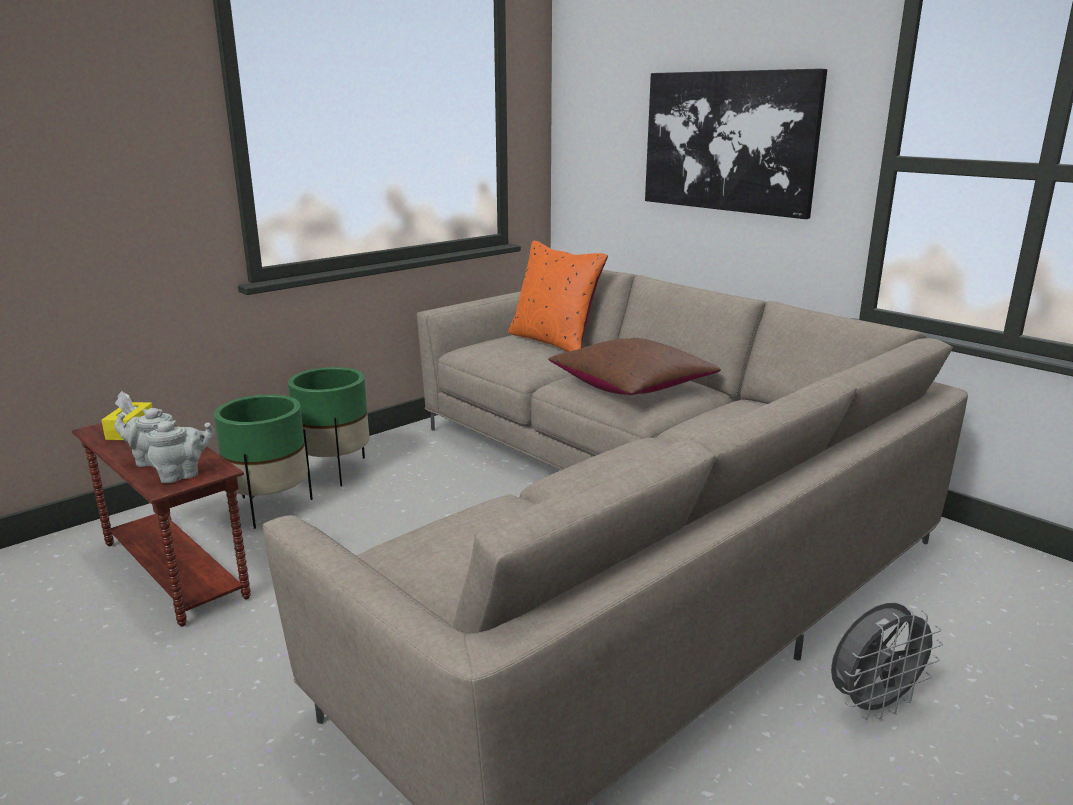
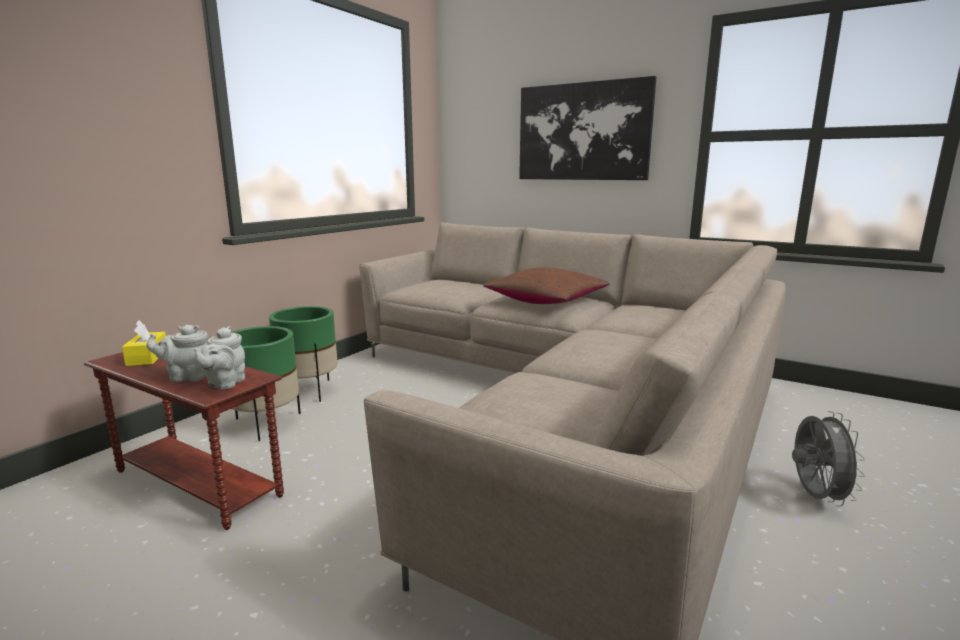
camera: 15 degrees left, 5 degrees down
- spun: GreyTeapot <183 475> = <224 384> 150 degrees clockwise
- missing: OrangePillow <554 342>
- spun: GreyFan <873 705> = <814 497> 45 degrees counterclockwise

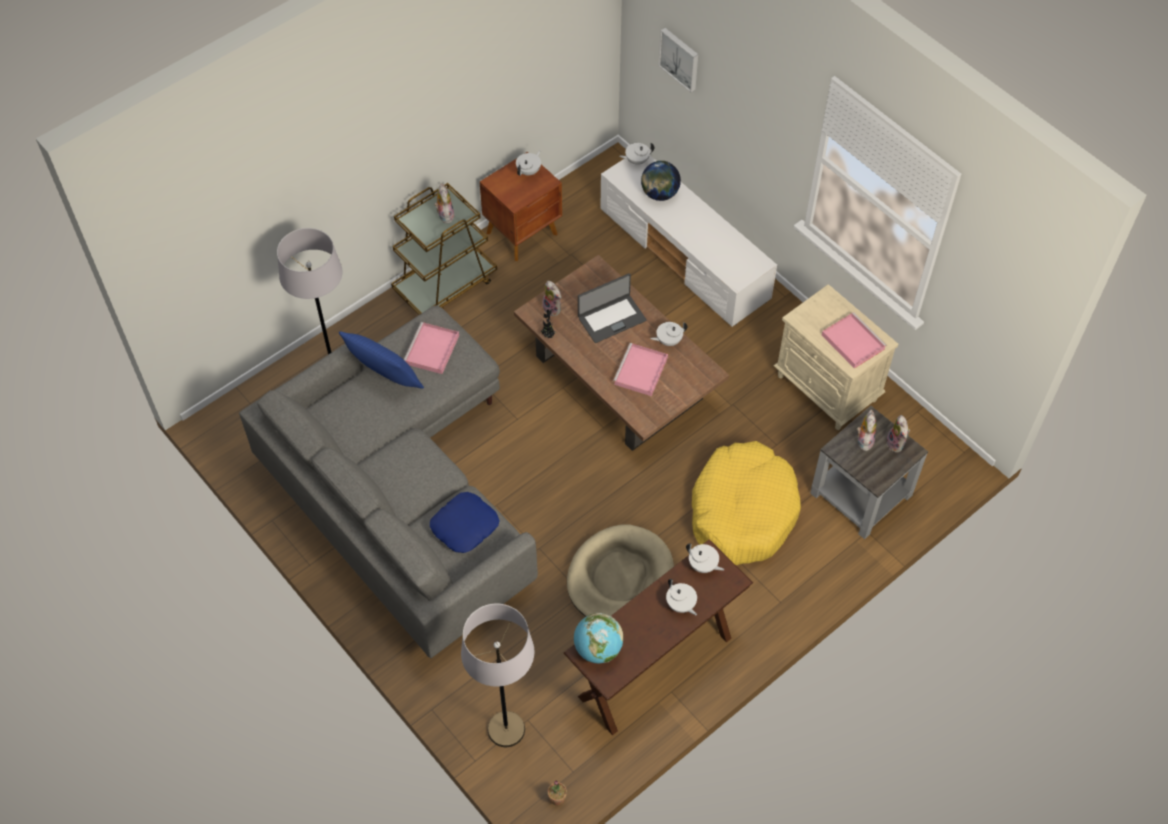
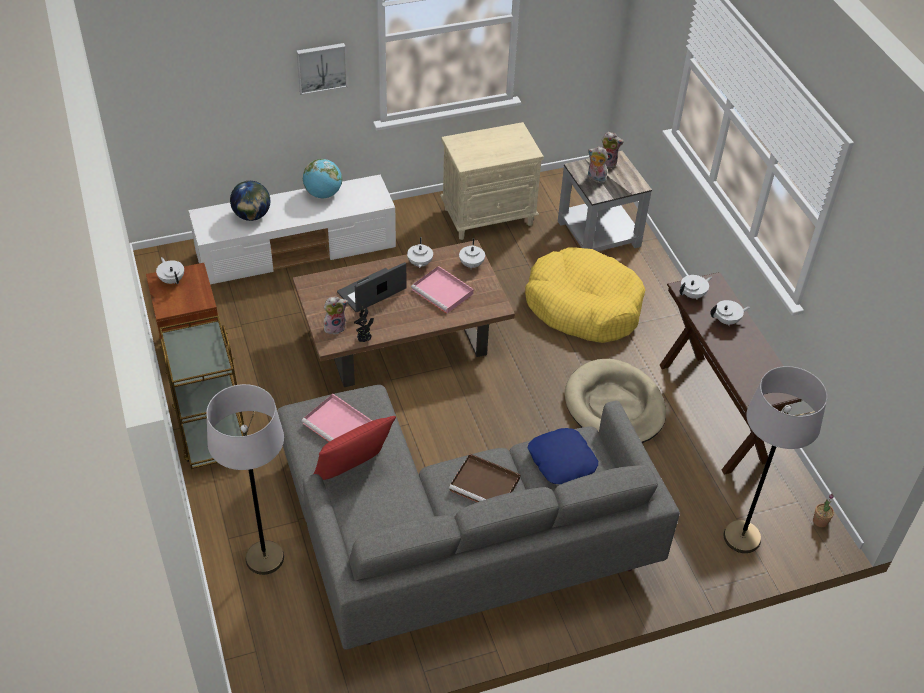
camera: 70 degrees left, 10 degrees down
- colour: BluePillow <385 380> to RedPillow <353 473>
- missing: PlushToy <444 215>
- relocated: Globe <598 649> to <323 194>
- spun: Laptop <611 318> = <372 292> 120 degrees counterclockwise
- relocated: WhiteTeapot <636 160> to <471 265>
- relocated: Picture <680 58> to <321 67>
- missing: PinkTray <852 341>
- appeared: BrownTray <486 484>

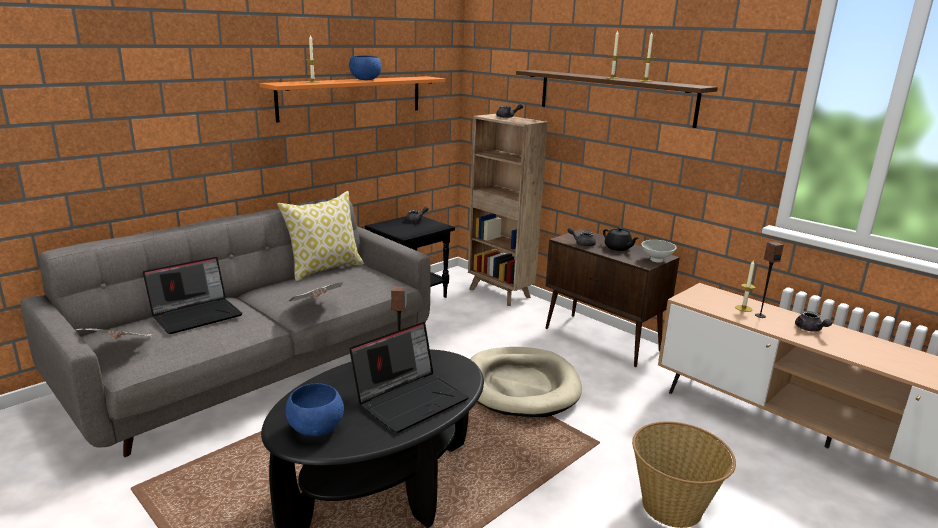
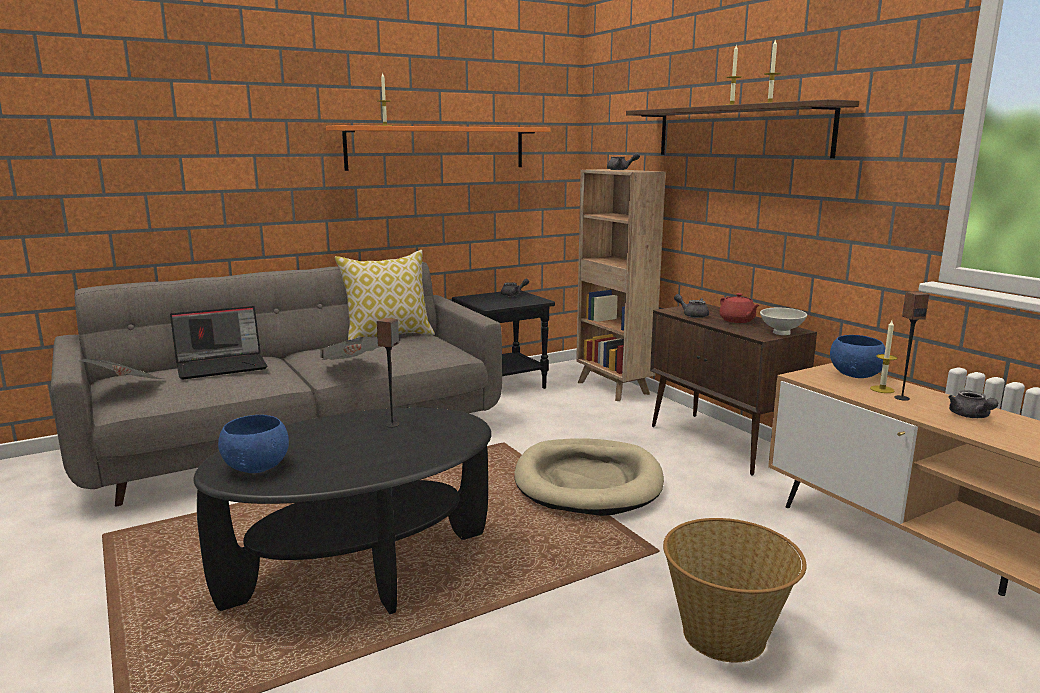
camera: 15 degrees right, 5 degrees down
- relocated: BlueBowl <365 79> to <855 375>
- missing: Laptop <411 399>
- colour: BlackTeapot <618 248> to RedTeapot <737 320>

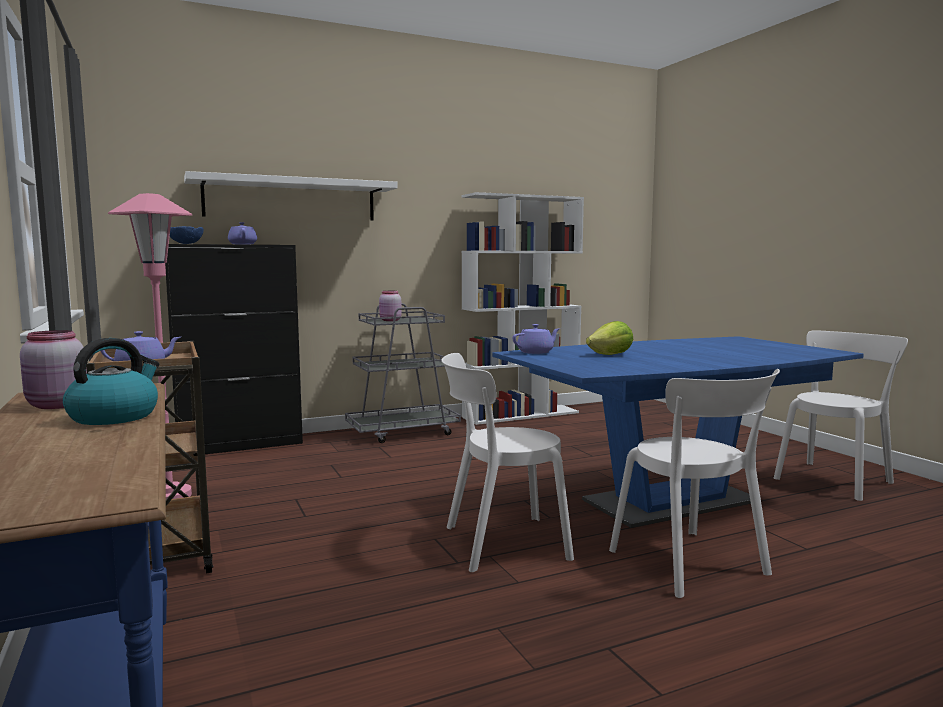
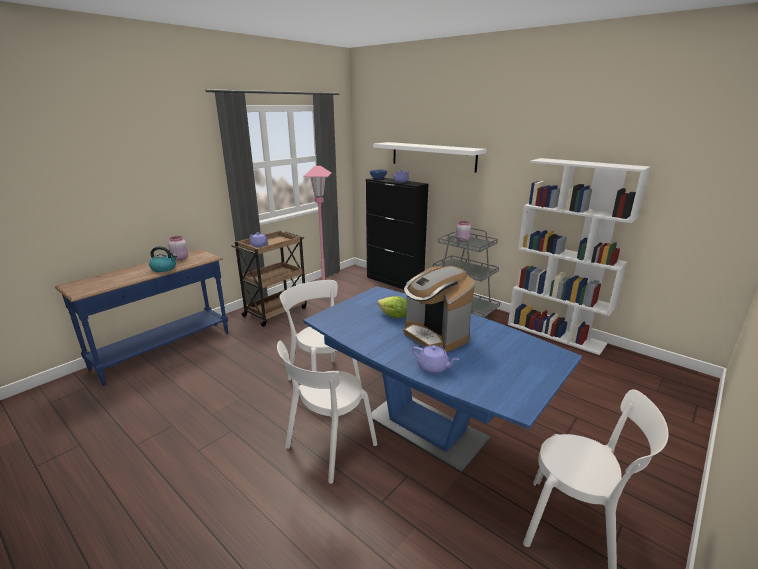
camera: 65 degrees right, 15 degrees up
- relocated: PurpleTeapot <536 352> to <433 367>
- appeared: CoffeeMachine <435 335>

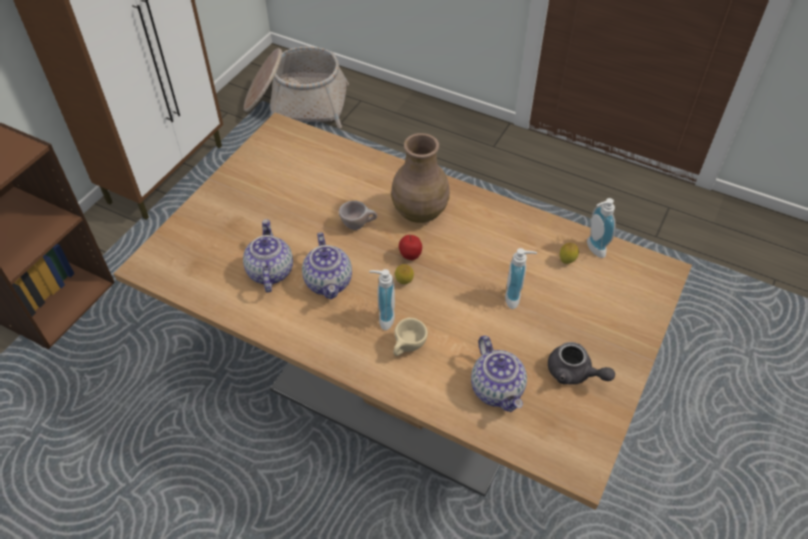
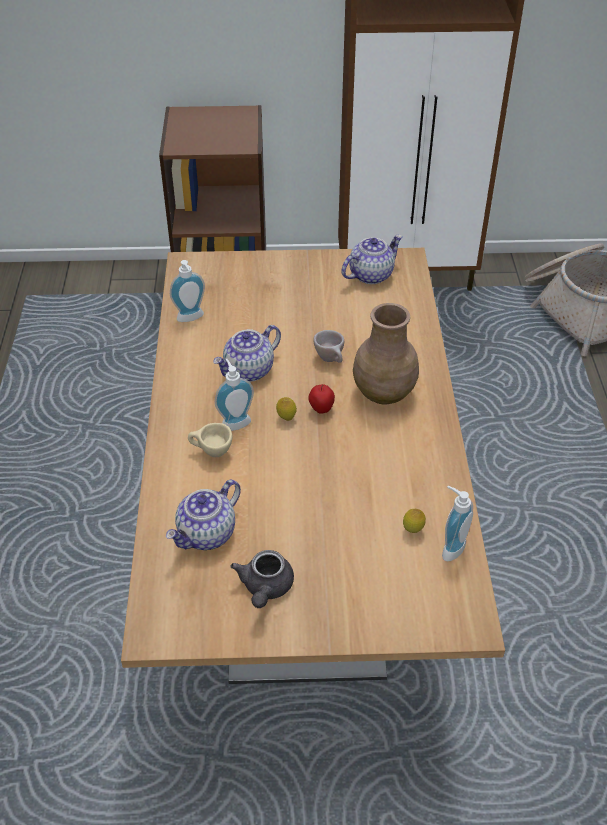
camera: 60 degrees right, 5 degrees down
- relocated: Teapot <269 271> to <371 274>
- relocated: SoapDispenser <516 298> to <191 319>

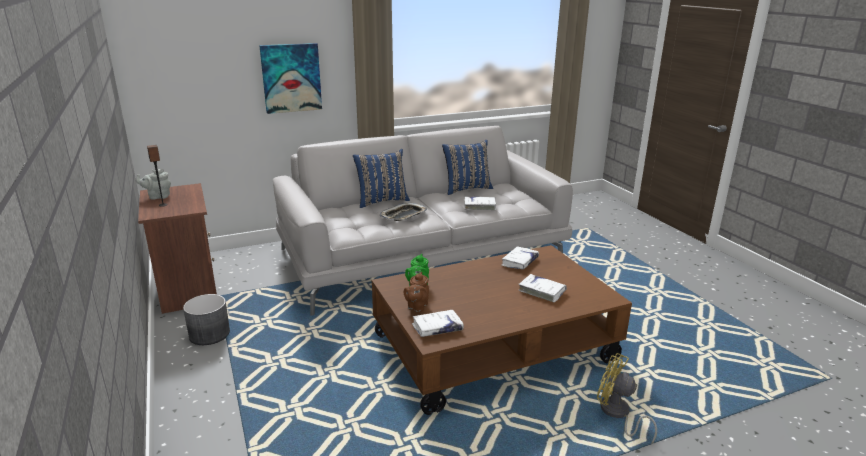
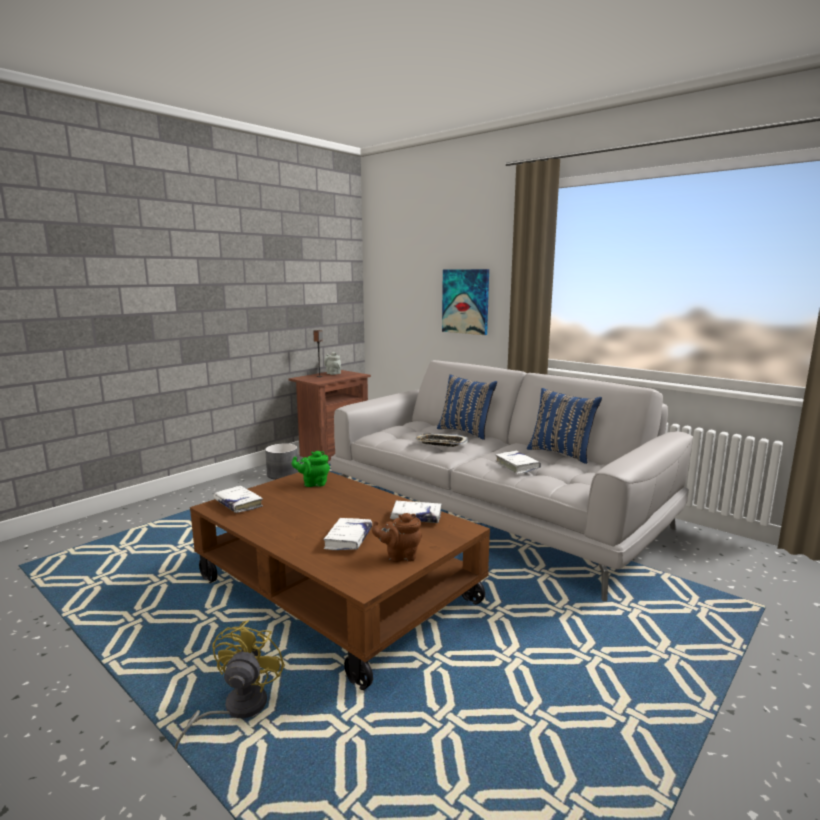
camera: 65 degrees right, 10 degrees down
- relocated: BrownTeapot <416 307> to <399 556>

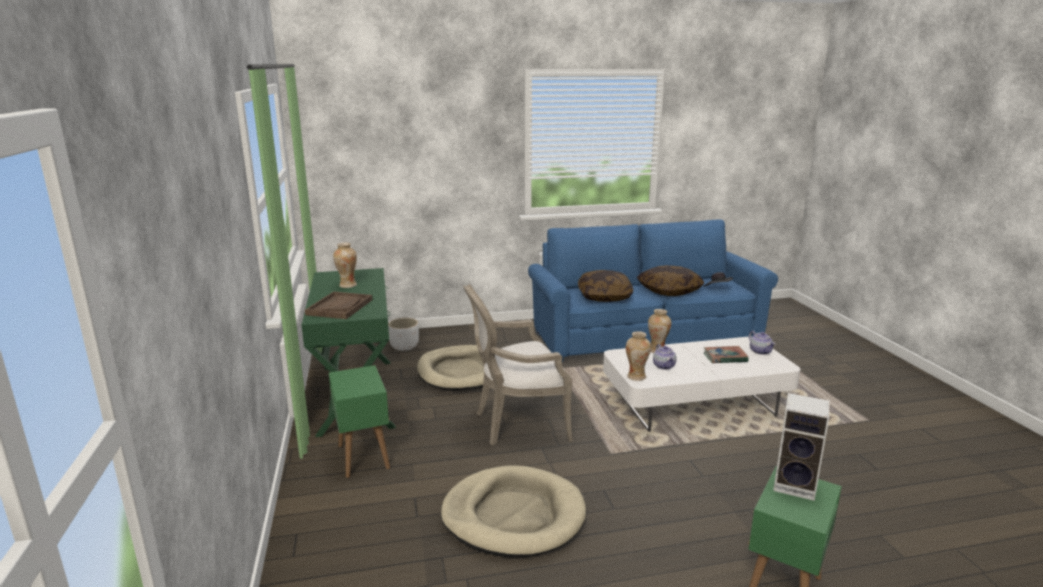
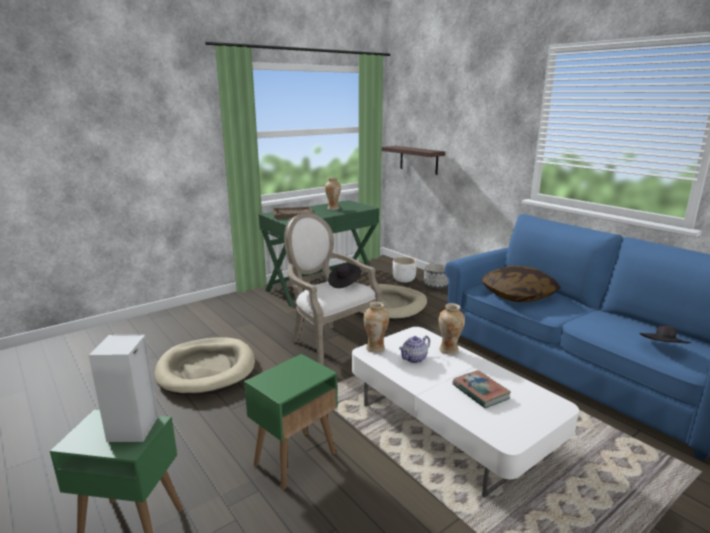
camera: 65 degrees right, 0 degrees up
- relocated: GreenSideTable <363 456> to <295 458>
- missing: Pillow <669 291>
- missing: Teapot <760 351>
- appeared: BlackHat <344 283>
- appeared: Shelf <418 160>
- appeared: Planter <435 286>

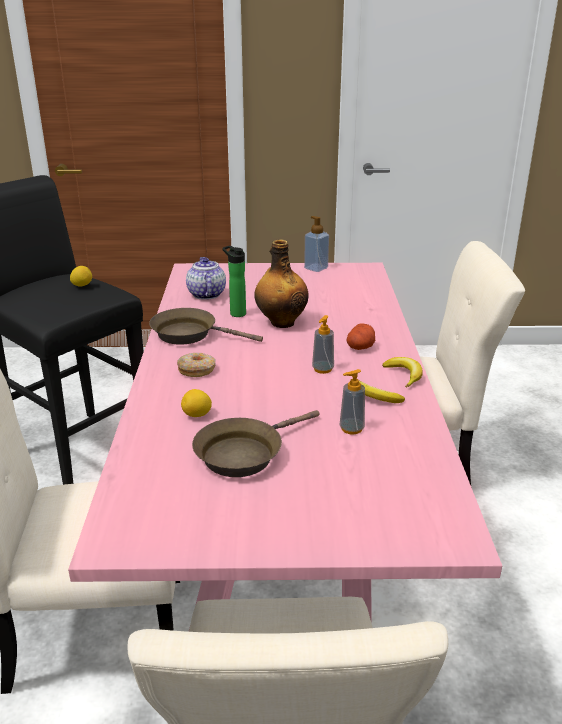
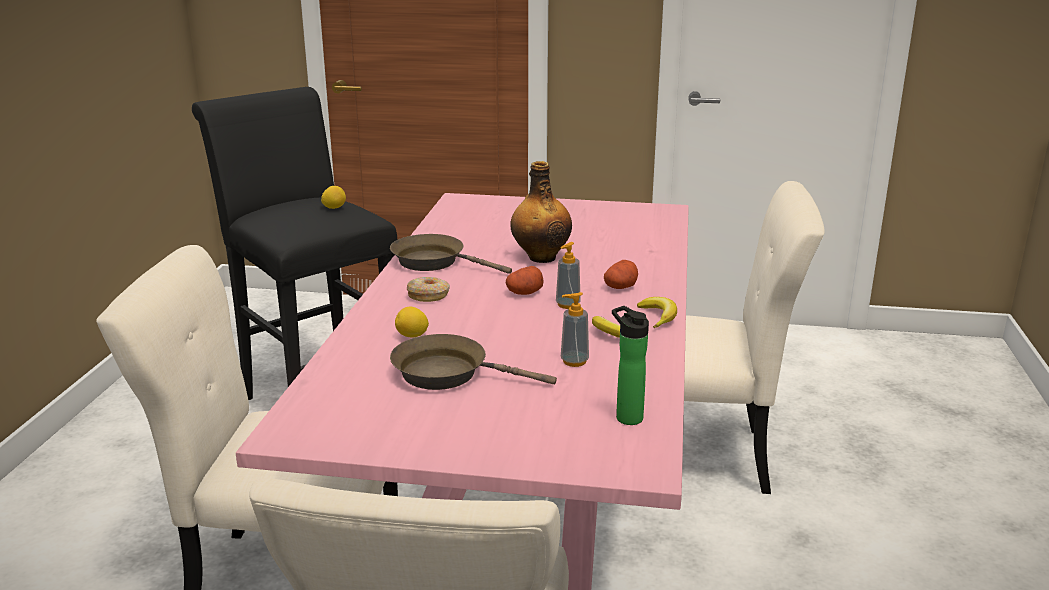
camera: 10 degrees right, 5 degrees down
- missing: Teapot <206 294>
- spun: BrownFryingPan <244 453> = <448 373> 45 degrees clockwise
- relocated: Bottle <236 313> to <626 416>
- missing: SoapDispenser <316 268>
- appeared: Potato <524 293>

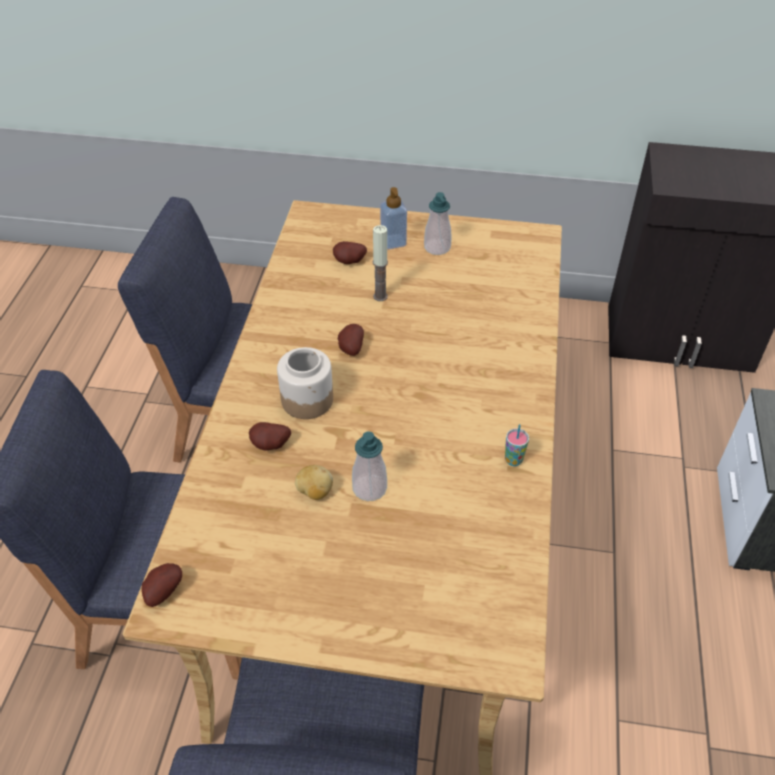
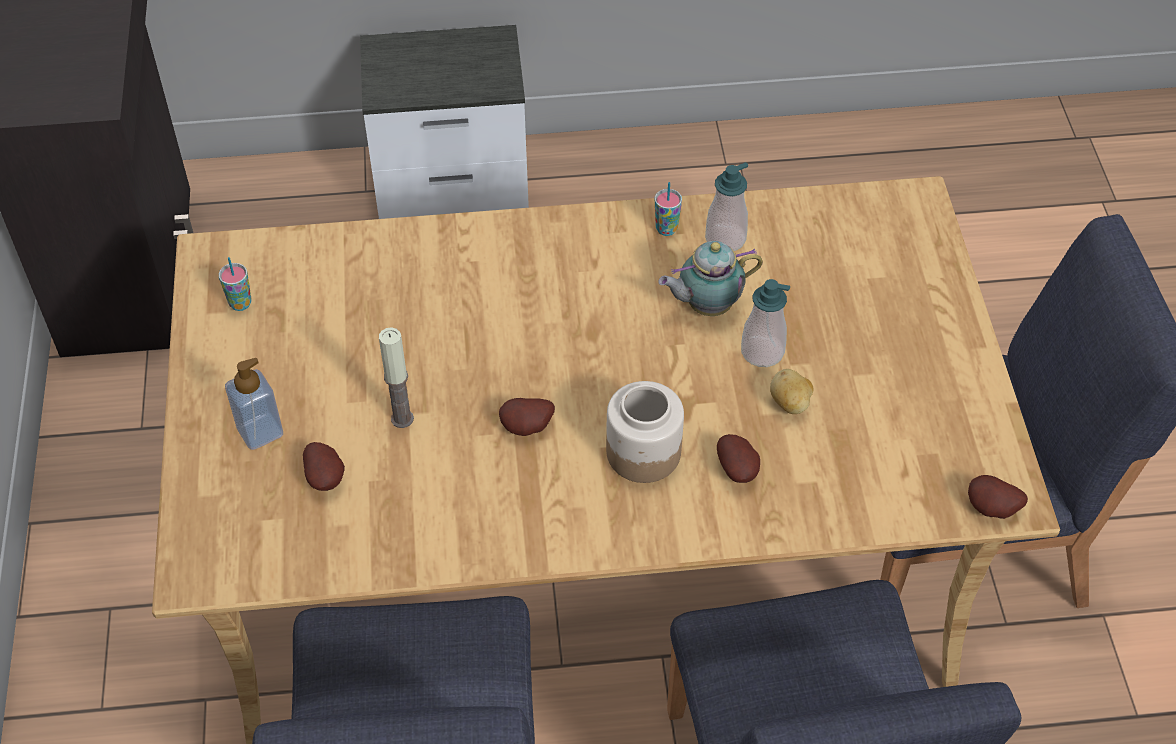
camera: 105 degrees left, 5 degrees up
- relocated: SoapDispenser <437 247> to <725 239>
- appeared: Cup <240 303>
- appeared: Teapot <706 306>

